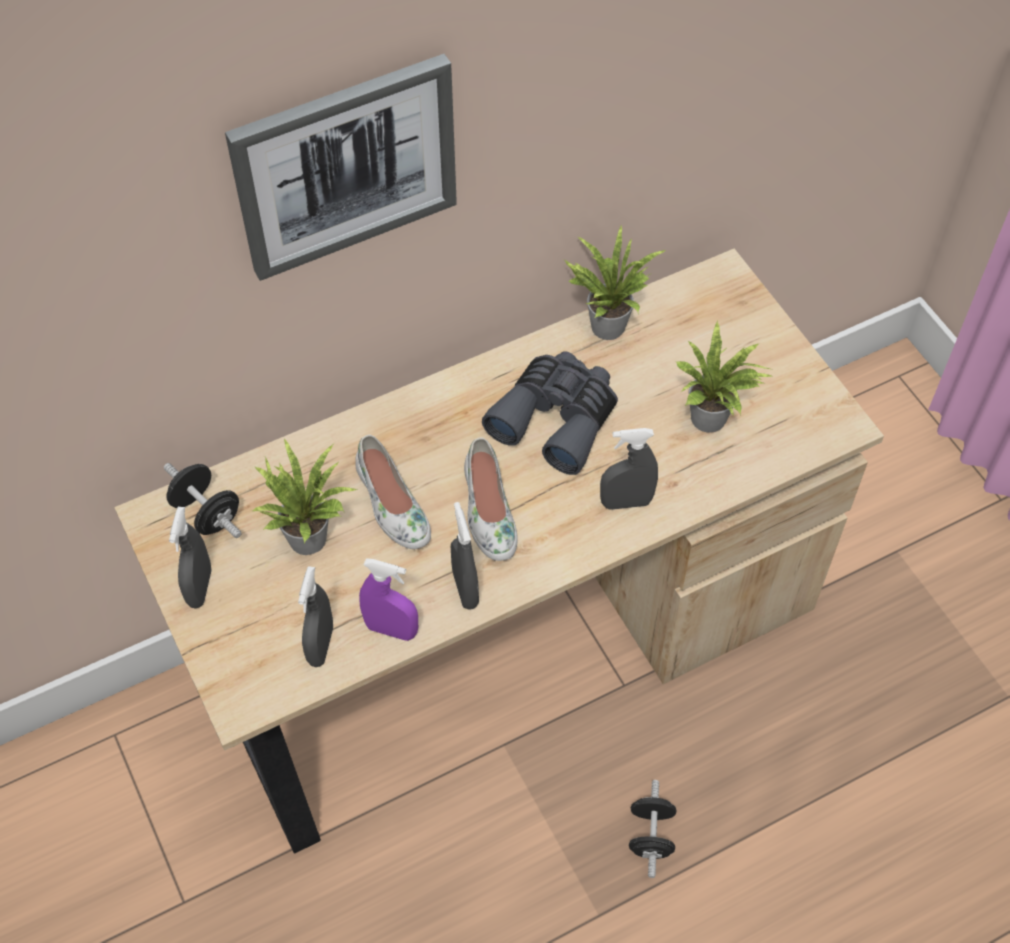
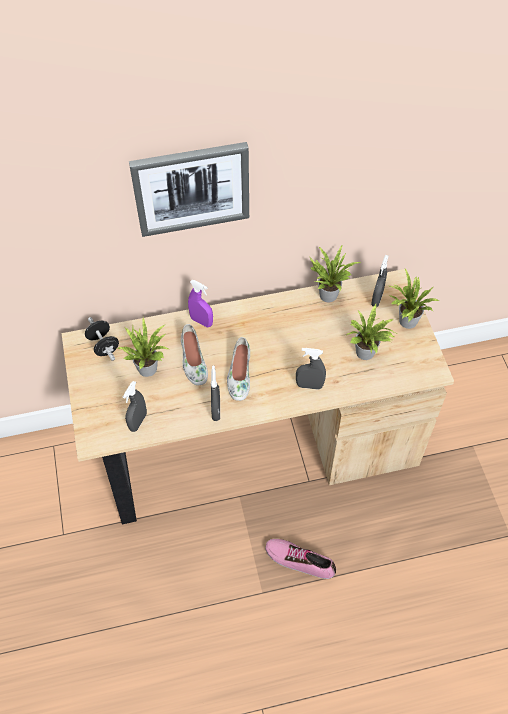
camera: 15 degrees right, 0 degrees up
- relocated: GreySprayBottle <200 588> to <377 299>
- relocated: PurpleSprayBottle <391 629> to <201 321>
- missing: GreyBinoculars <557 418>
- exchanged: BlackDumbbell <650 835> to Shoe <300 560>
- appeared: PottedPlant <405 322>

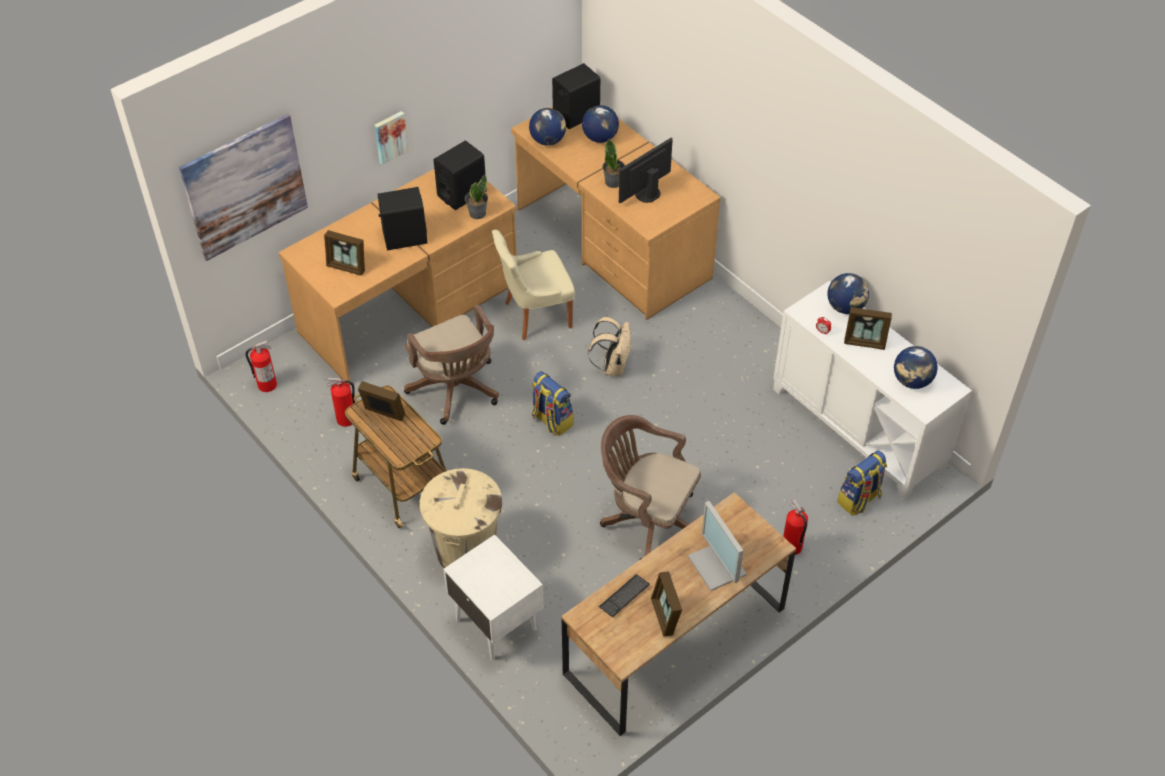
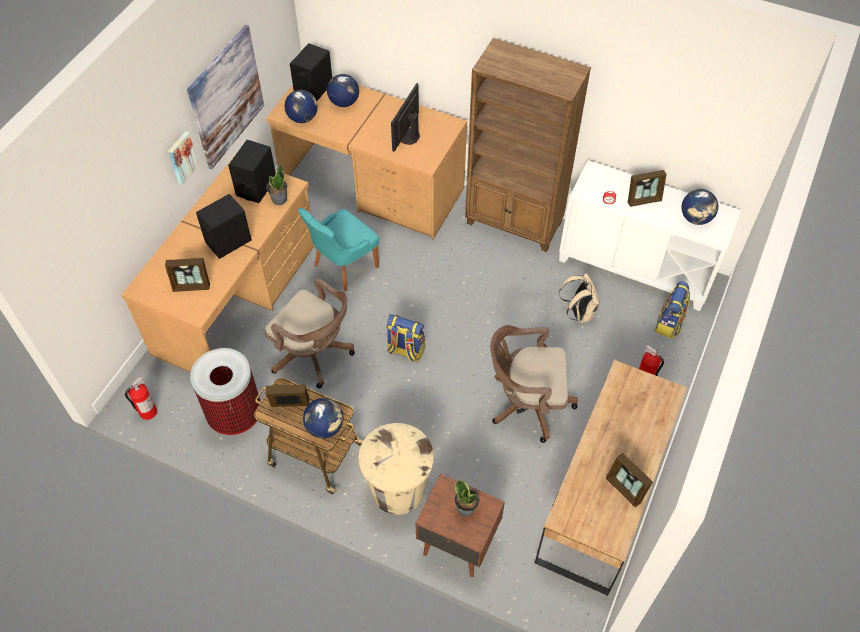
camera: 25 degrees left, 5 degrees up
- relocated: Picture <245 187> to <226 97>
- exchanged: FireExtinguisher <346 419> to TrashCan <235 416>
- colour: WhiteNightstand <495 623> to BrownNightstand <457 542>
- colour: BeigeChair <535 315> to TurquoiseChair <343 267>
- relocated: BeigeBackpack <612 366> to <578 313>
- missing: Keyboard <624 596>
- relocated: PottedPlant <613 182> to <466 508>
- missing: Monitor <718 566>
- relocated: Globe <845 307> to <325 427>
- appeared: BrownBookcase <514 224>

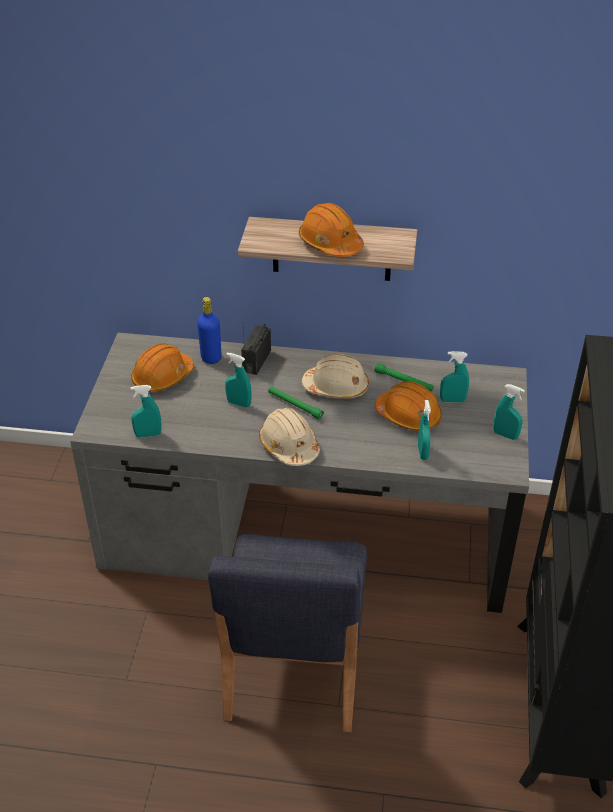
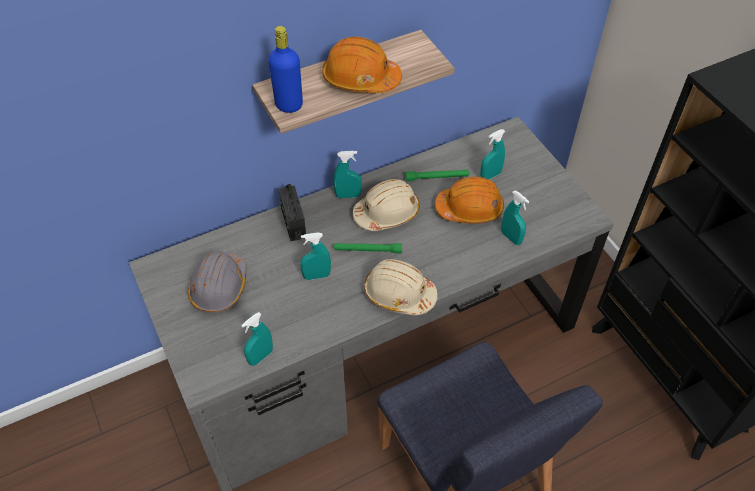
camera: 35 degrees left, 10 degrees up
- colour: OrangeHardHat <162 377> to GreyHardHat <219 287>
- relocated: BlueBottle <211 358> to <289 105>
- relocated: TurquoiseSprayBottle <505 435> to <348 195>

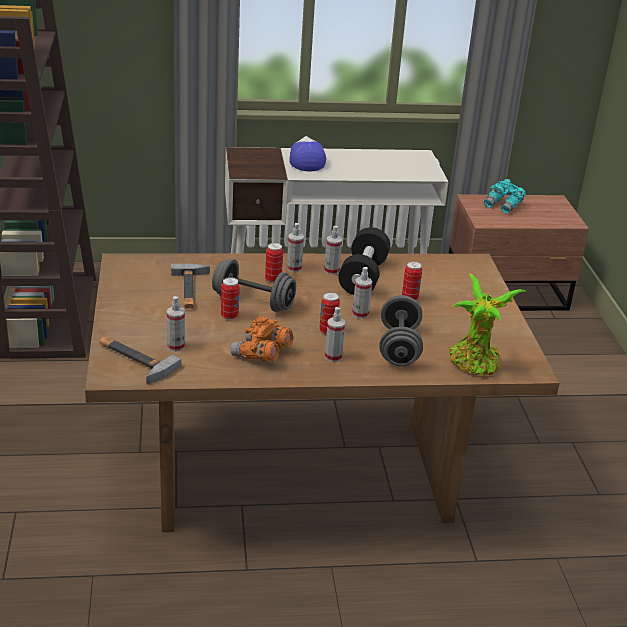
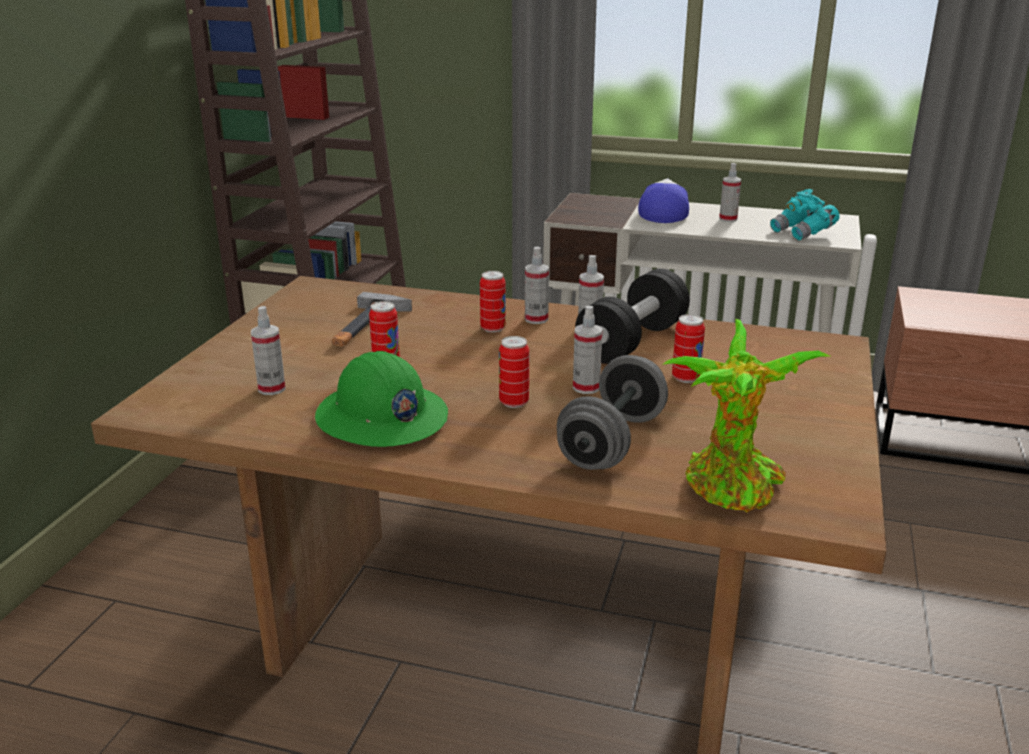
camera: 25 degrees right, 5 degrees down
- missing: Hammer <133 360>
- missing: GreyDumbbell <253 302>
- exchanged: OrangeBinoculars <261 355> to GreenHardHat <381 418>
- relocated: SprayBottle <333 357> to <728 219>
- relocated: TurquoiseBinoculars <503 206> to <803 232>

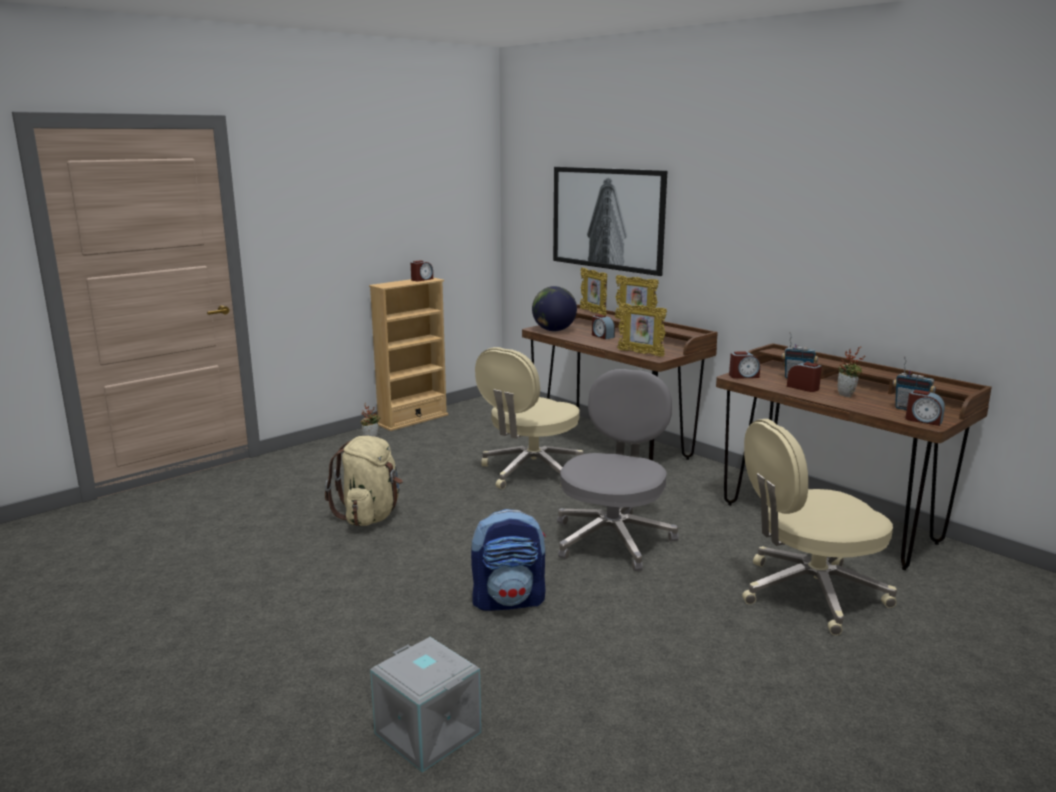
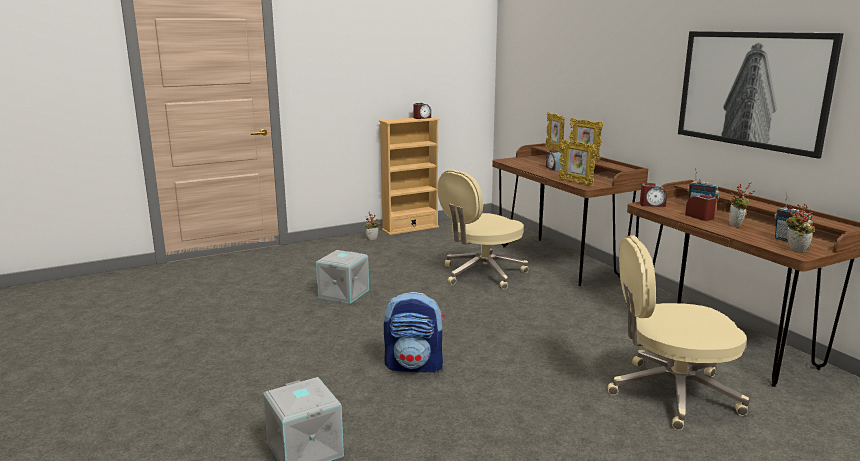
camera: 15 degrees right, 0 degrees up
- exchanged: BeigeBackpack <370 516> to GreyStorageBox <343 293>
- missing: Globe <554 330>
- relocated: Picture <608 218> to <752 89>
- missing: GreyOfficeChair <613 538>
- exchanged: AlarmClock <923 420> to PottedPlant <794 250>

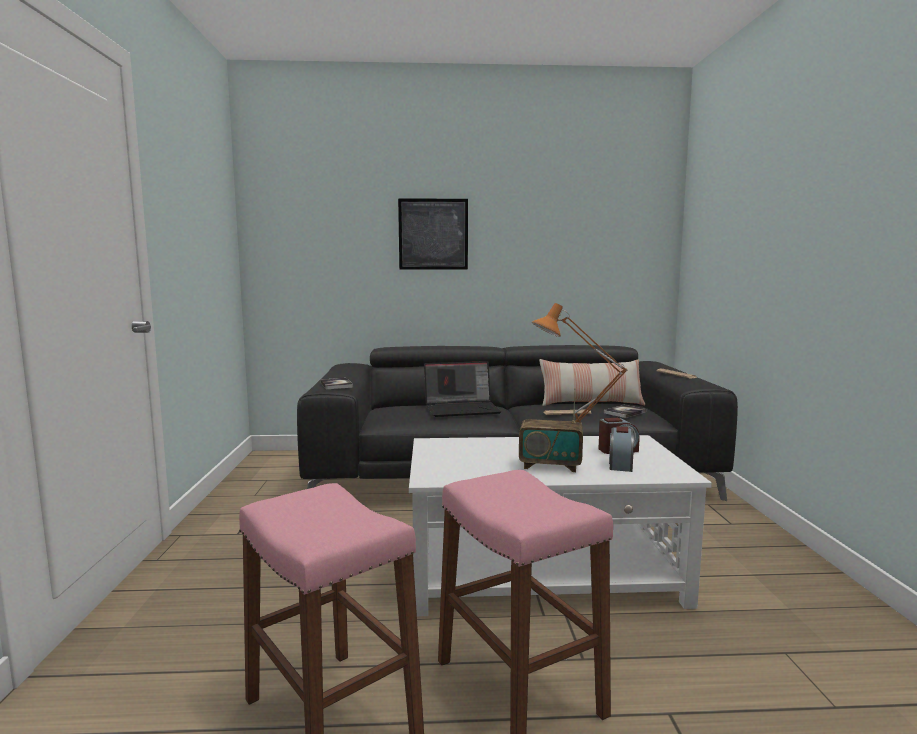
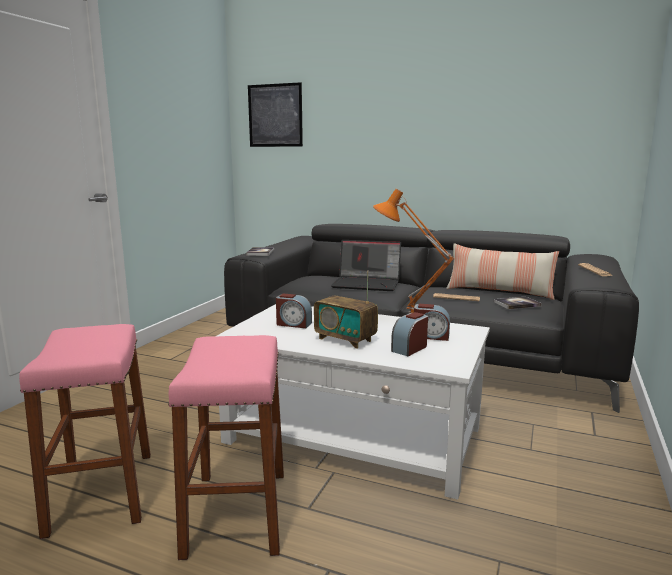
camera: 25 degrees right, 5 degrees up
- relocated: Picture <433 234> to <275 115>
- appeared: AlarmClock <293 324>

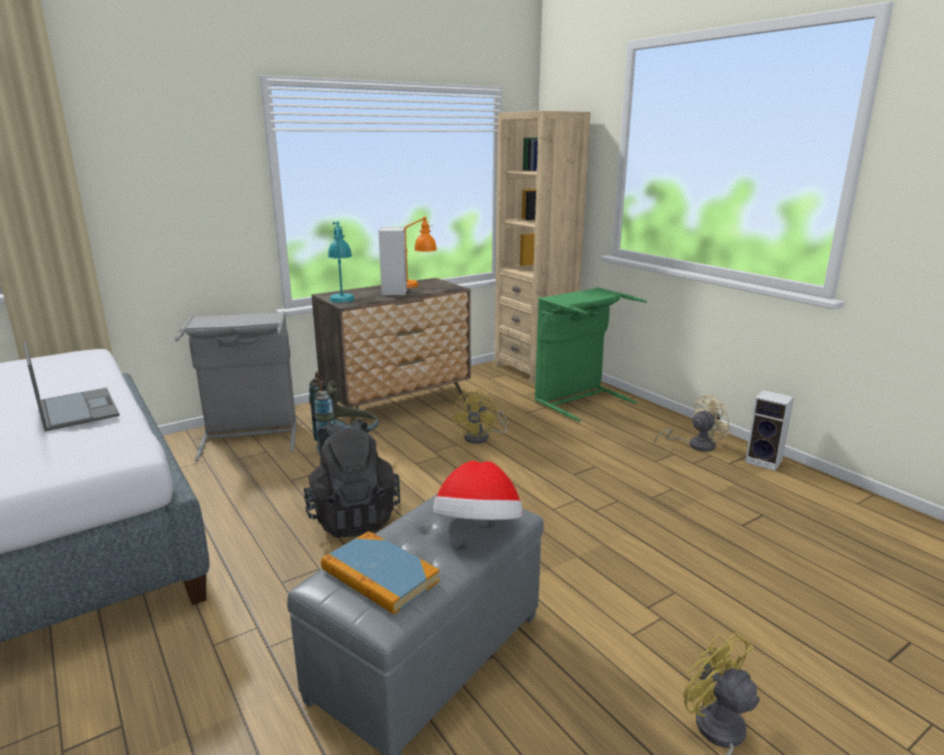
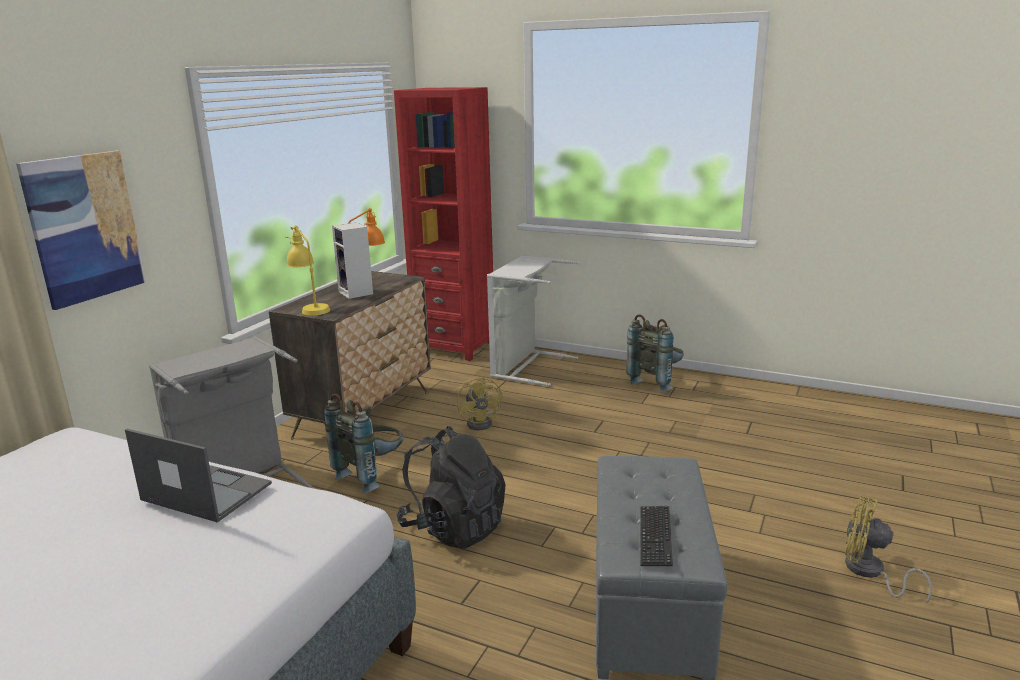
camera: 30 degrees left, 0 degrees up
- exchanged: Book <379 575> to Keyboard <655 537>
- colour: TurquoiseTableLamp <341 297> to YellowTableLamp <310 308>
- missing: Hat <478 528>
- colour: BeigeBookcase <534 368> to RedBookcase <454 347>
- colour: GreenLaundryBasket <578 399> to GreyLaundryBasket <526 366>
- exchanged: BeigeFan <695 445> to GreyBackpack <656 382>
- missing: Speaker <765 461>
- appeared: Picture <84 227>

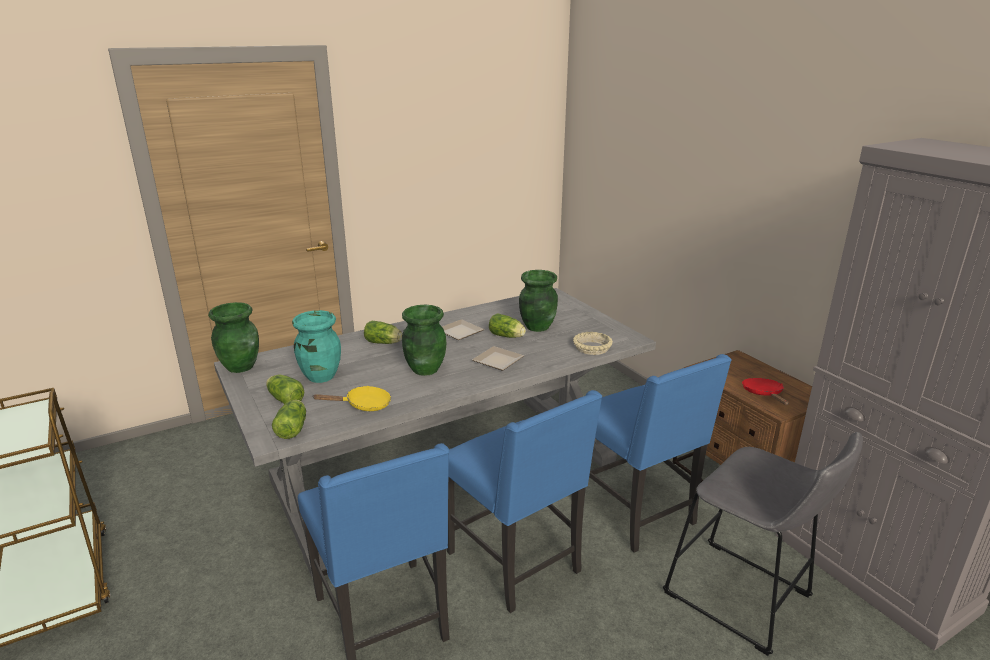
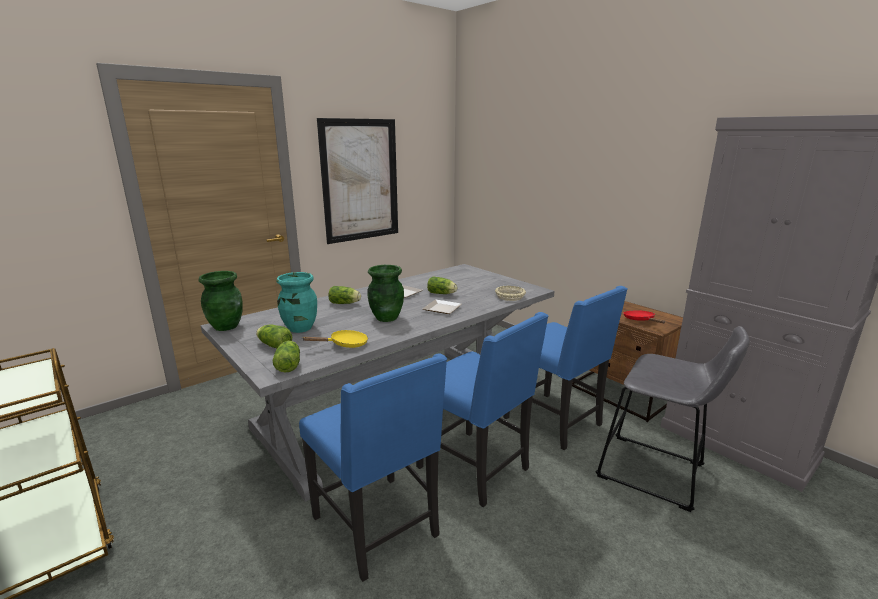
camera: 10 degrees left, 5 degrees down
- missing: GreenVase <537 327>
- appeared: Picture <360 180>

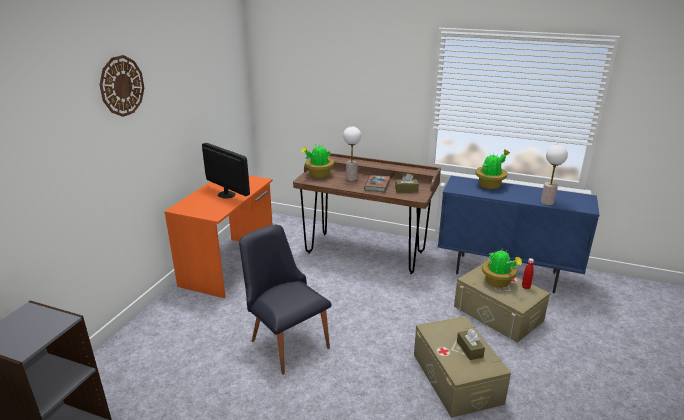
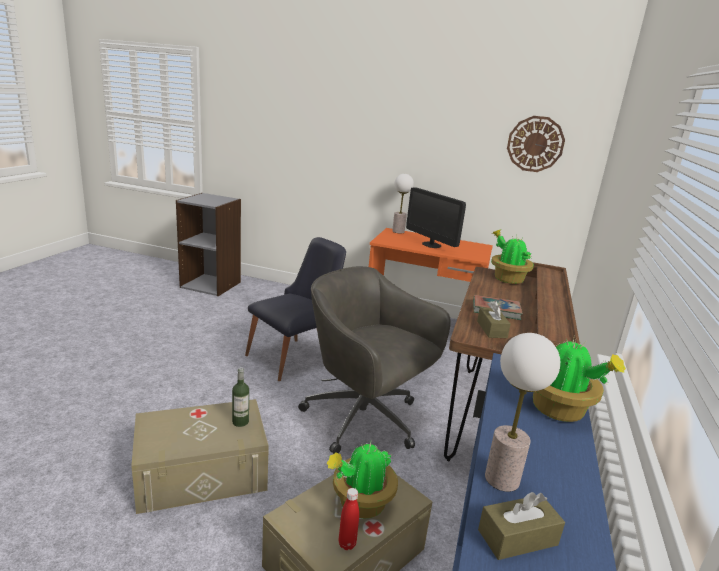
camera: 85 degrees right, 5 degrees down
- relocated: WallClock <122 86> to <535 144>
- spun: Monitor <226 194> = <431 245> 105 degrees clockwise
- relocated: TableLamp <351 178> to <398 231>
- relocated: BrownTissueBox <469 349> to <517 537>
- appeared: Bottle <240 422>
- appeared: GreyOfficeChair <365 420>

